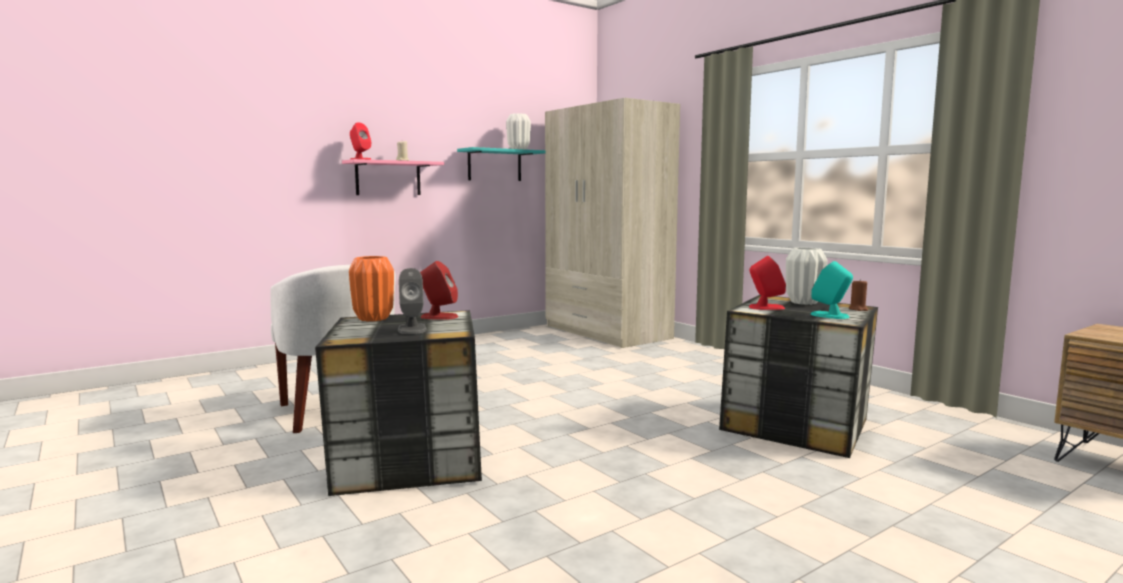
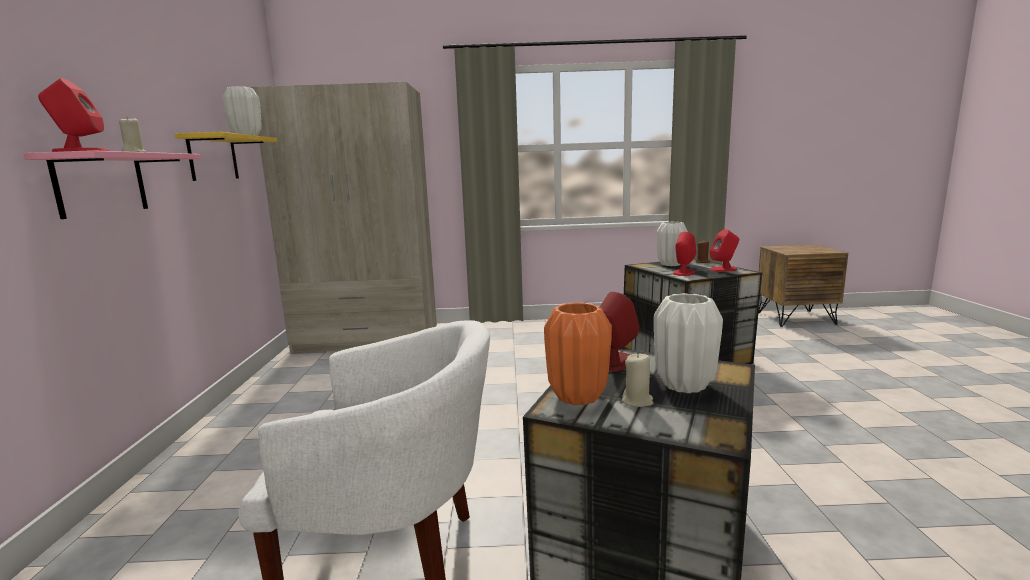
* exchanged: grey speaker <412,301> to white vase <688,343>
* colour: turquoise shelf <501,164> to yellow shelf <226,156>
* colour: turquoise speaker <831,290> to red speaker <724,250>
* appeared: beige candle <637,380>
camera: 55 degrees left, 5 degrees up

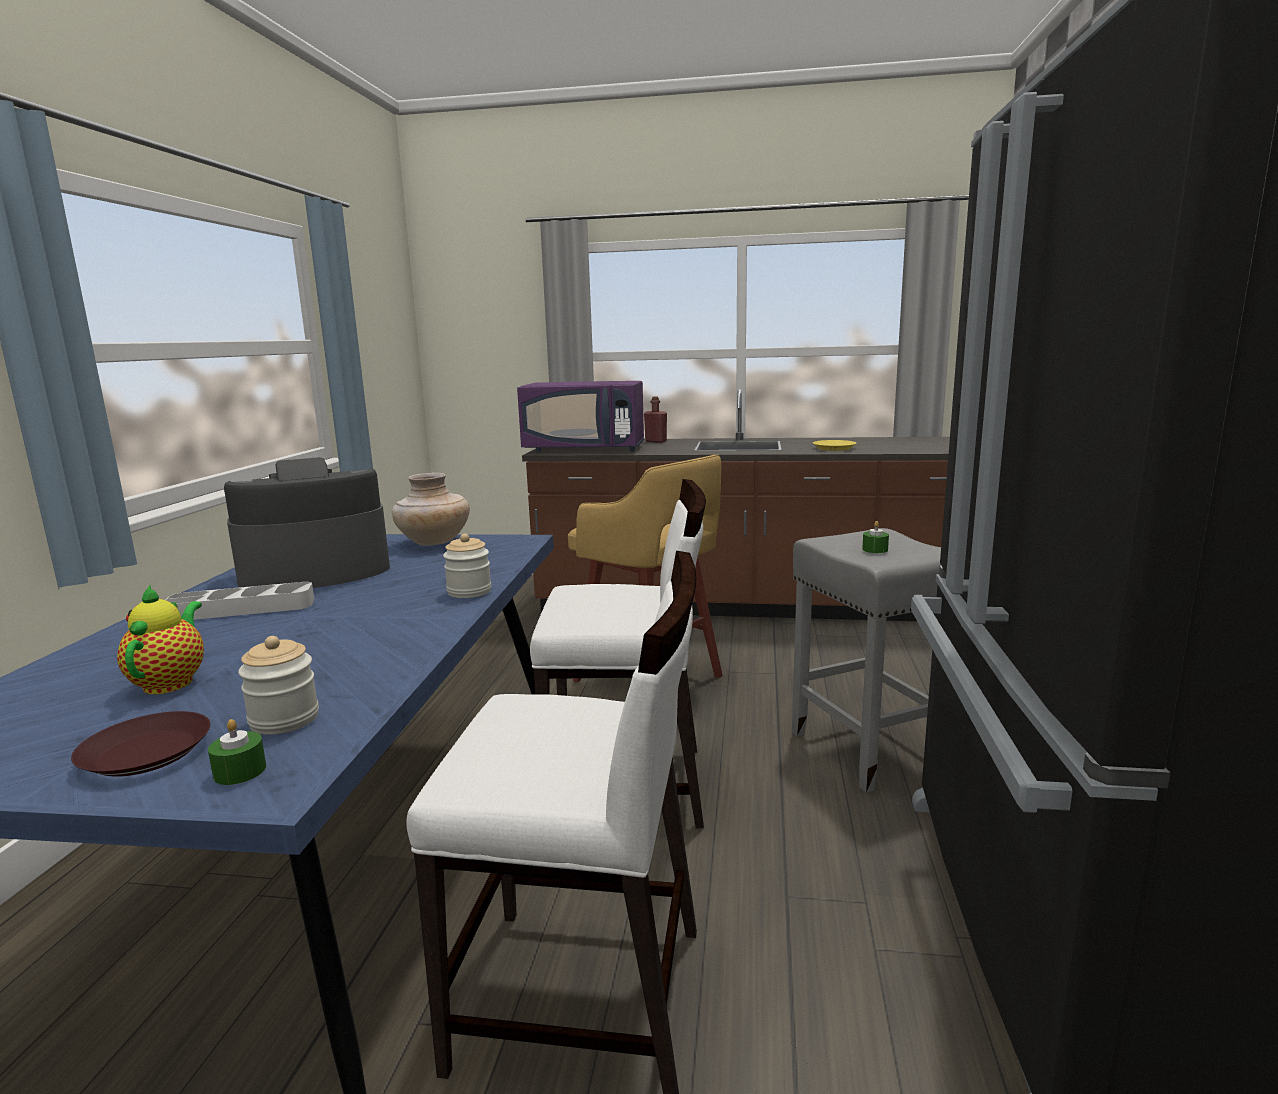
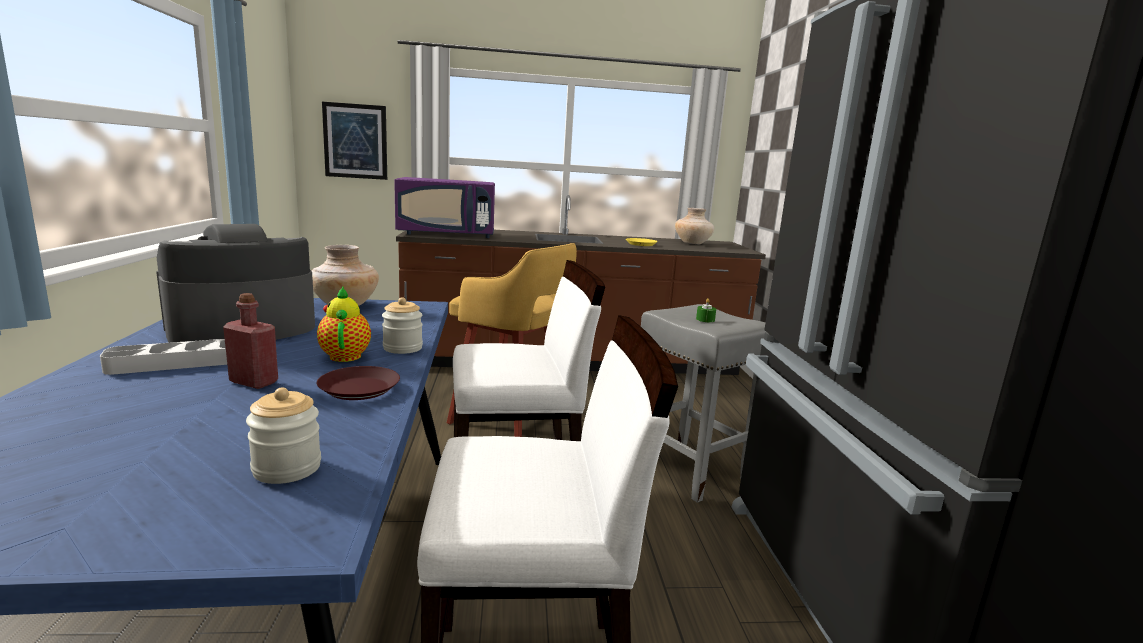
* relocated: brown plate <141,744> to <358,383>
* relocated: teapot <160,639> to <344,324>
* missing: green candle <237,752>
* relocated: red bottle <655,419> to <250,341>
* appeared: picture <354,141>
* appeared: beige vase <694,226>
camera: 15 degrees left, 0 degrees up

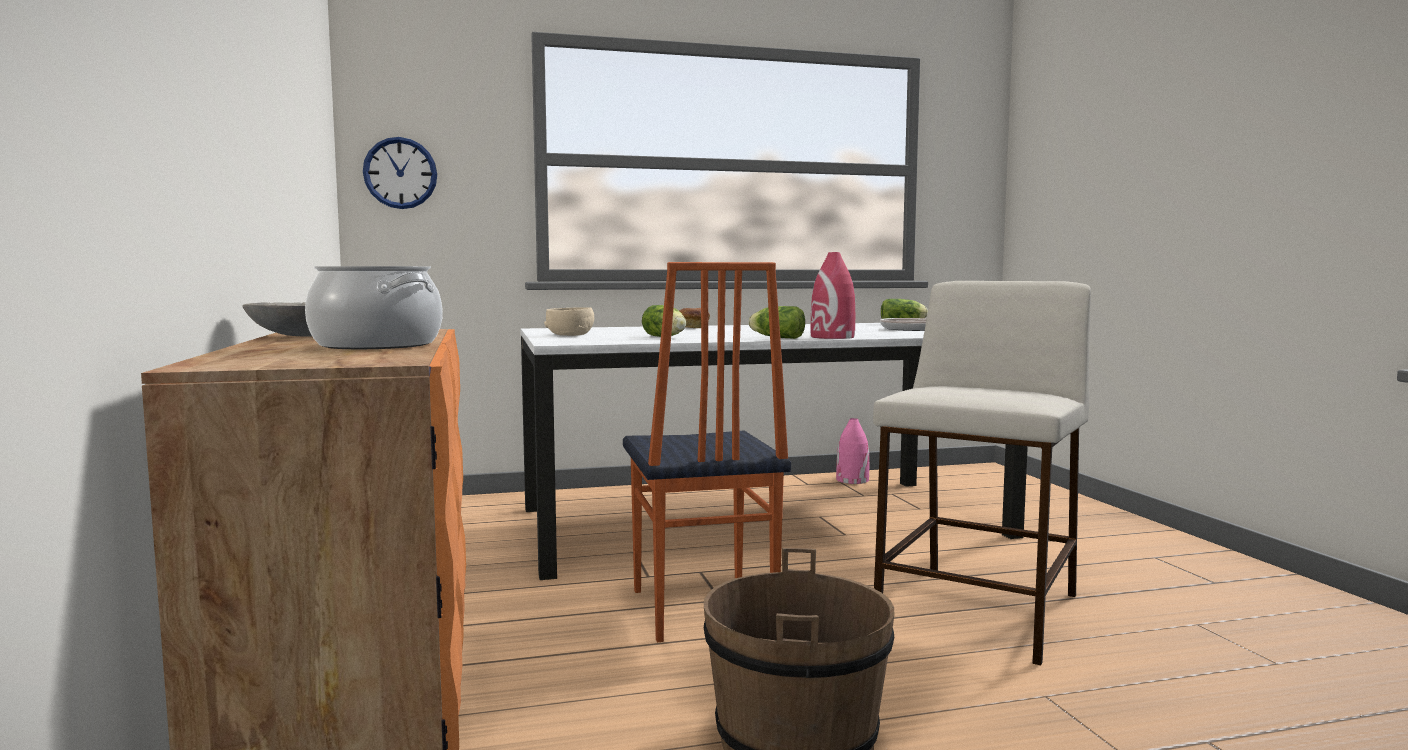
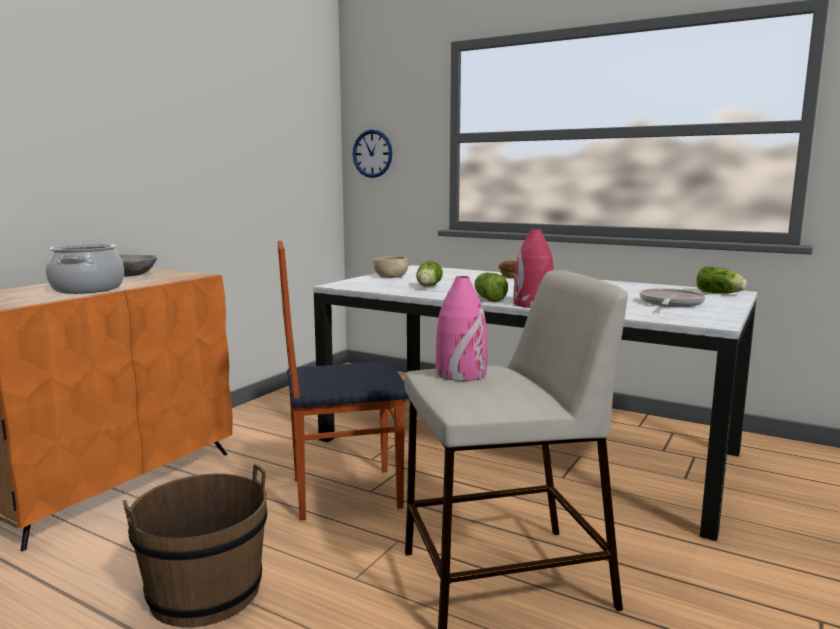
* spun: chair <707,452> = <343,381> 45 degrees clockwise
* relocated: pink vase <852,451> to <461,328>
camera: 45 degrees right, 5 degrees up

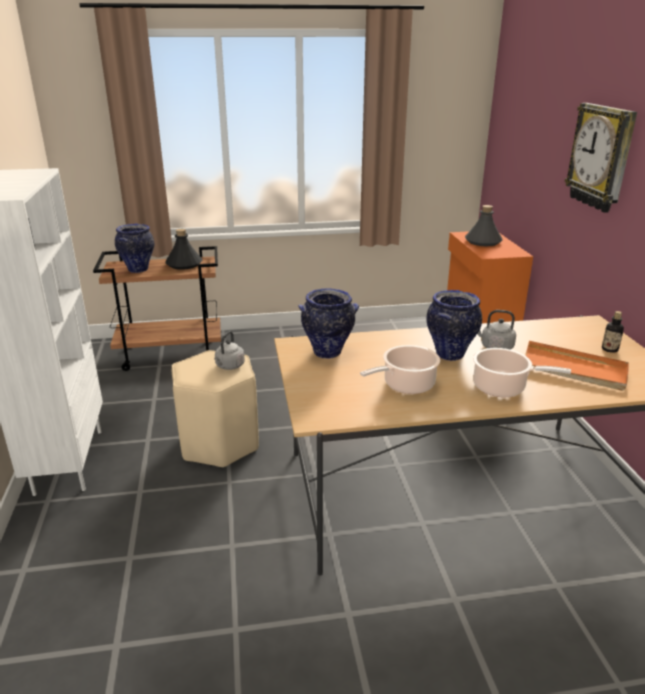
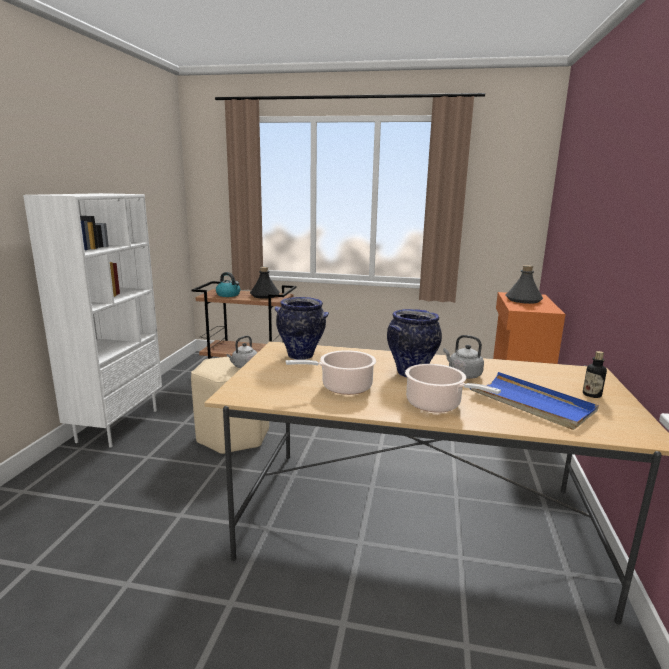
* exchanged: vase <134,248> to kettle <228,284>
* colour: orange tray <577,366> to blue tray <534,401>
* missing: wall clock <601,158>
camera: 20 degrees right, 10 degrees down

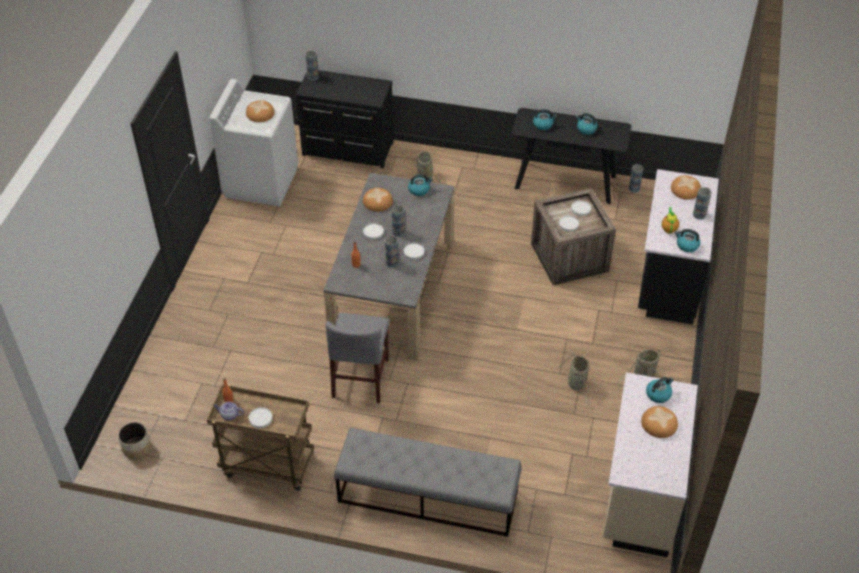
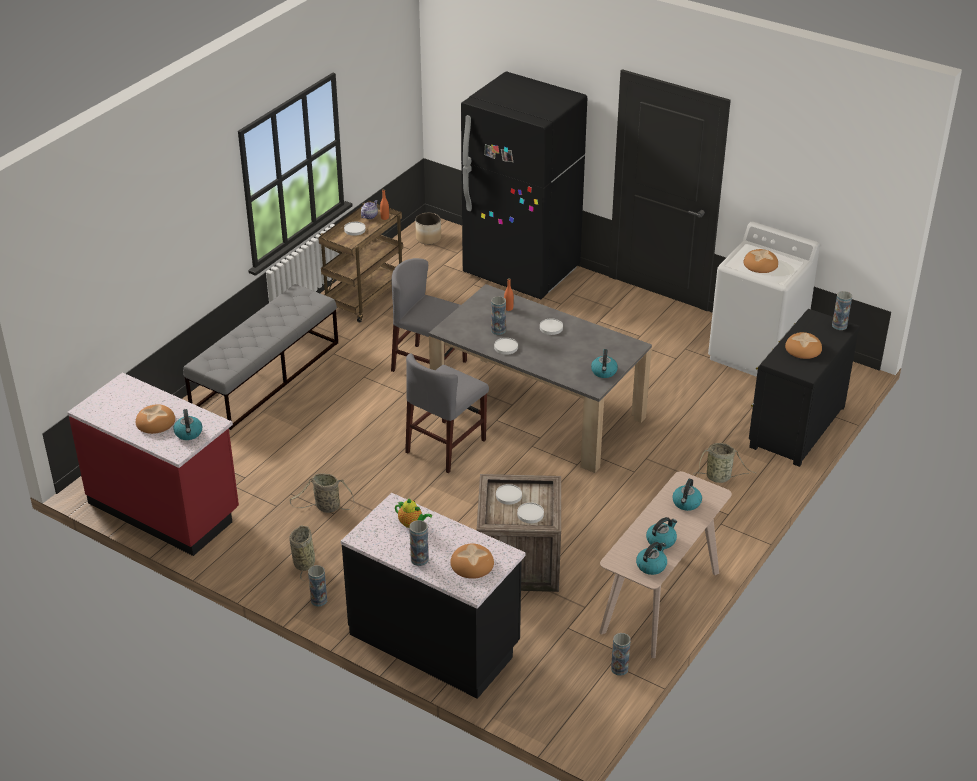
* relocated: bread <378,200> to <803,345>
* relocated: vase <398,221> to <317,586>
* colour: black console table <571,156> to beige console table <665,564>
* colour: beige counter <650,464> to red counter <153,464>
* relocated: kettle <687,240> to <651,558>
* appeared: grey chair <447,413>
* appeared: black fridge <524,185>
camera: 110 degrees right, 10 degrees down

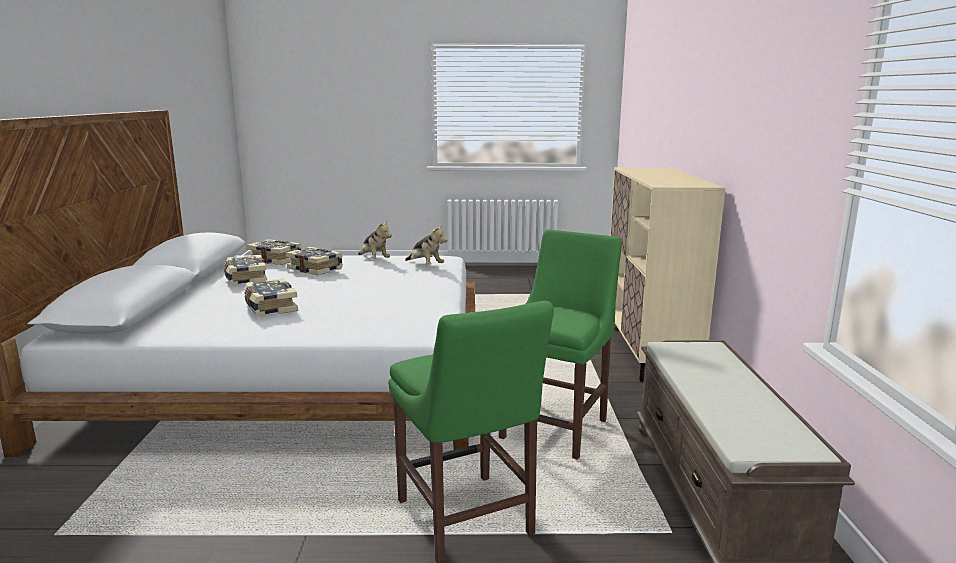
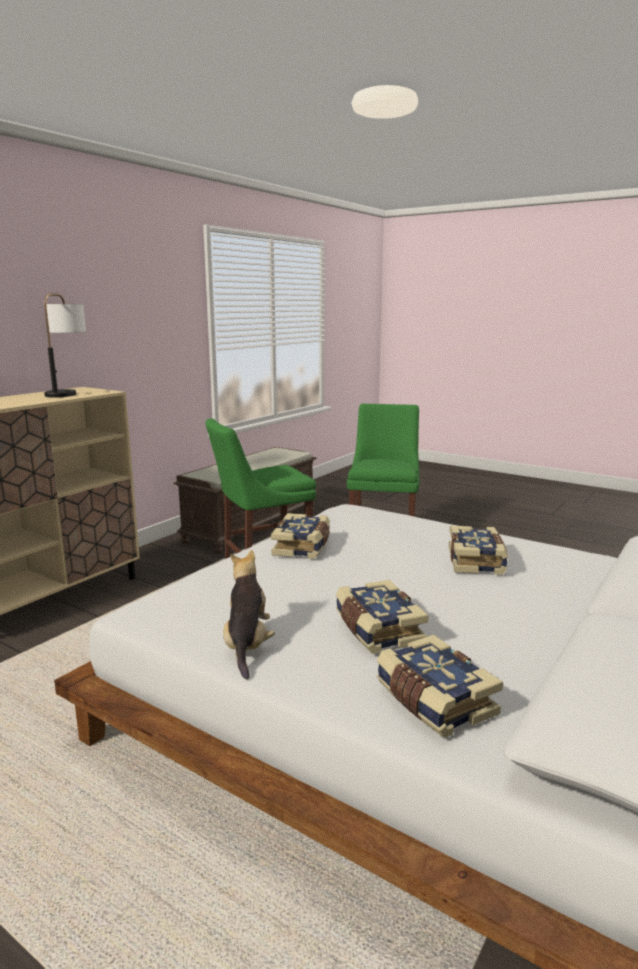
* relocated: book <245,270> to <300,536>
* missing: plush toy <426,244>
* appeared: table lamp <65,345>
camera: 145 degrees left, 0 degrees up

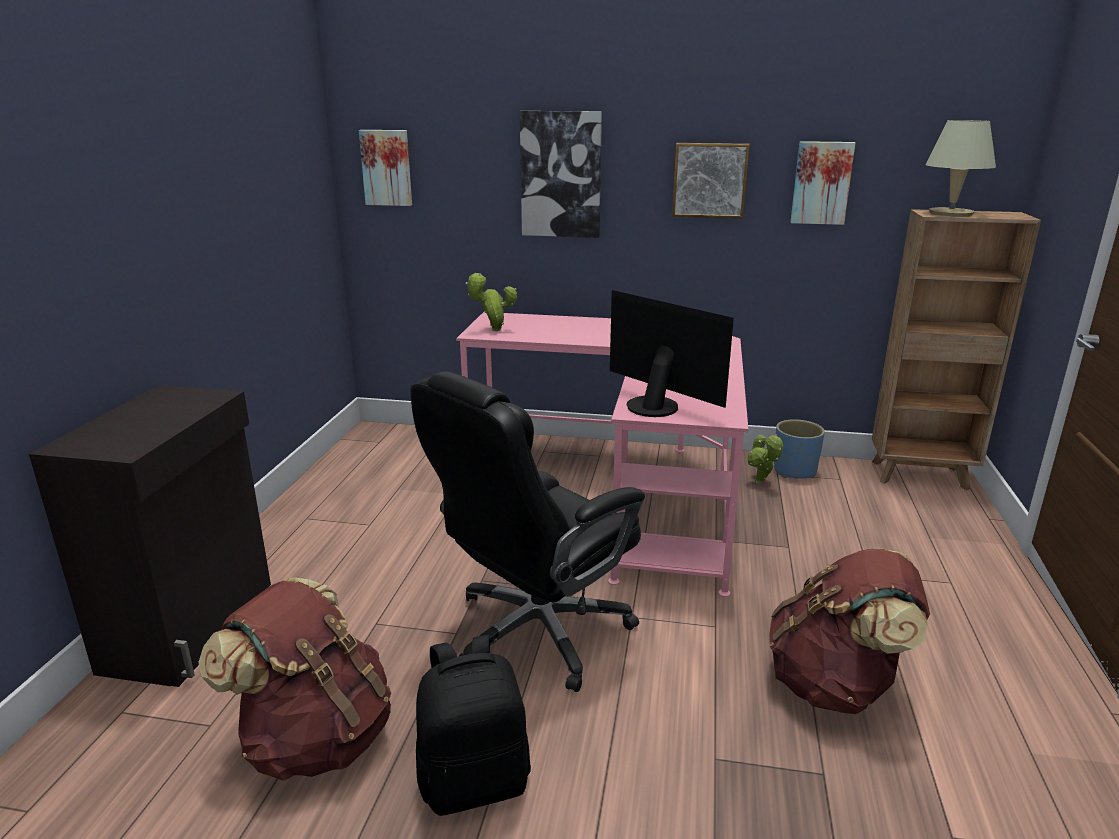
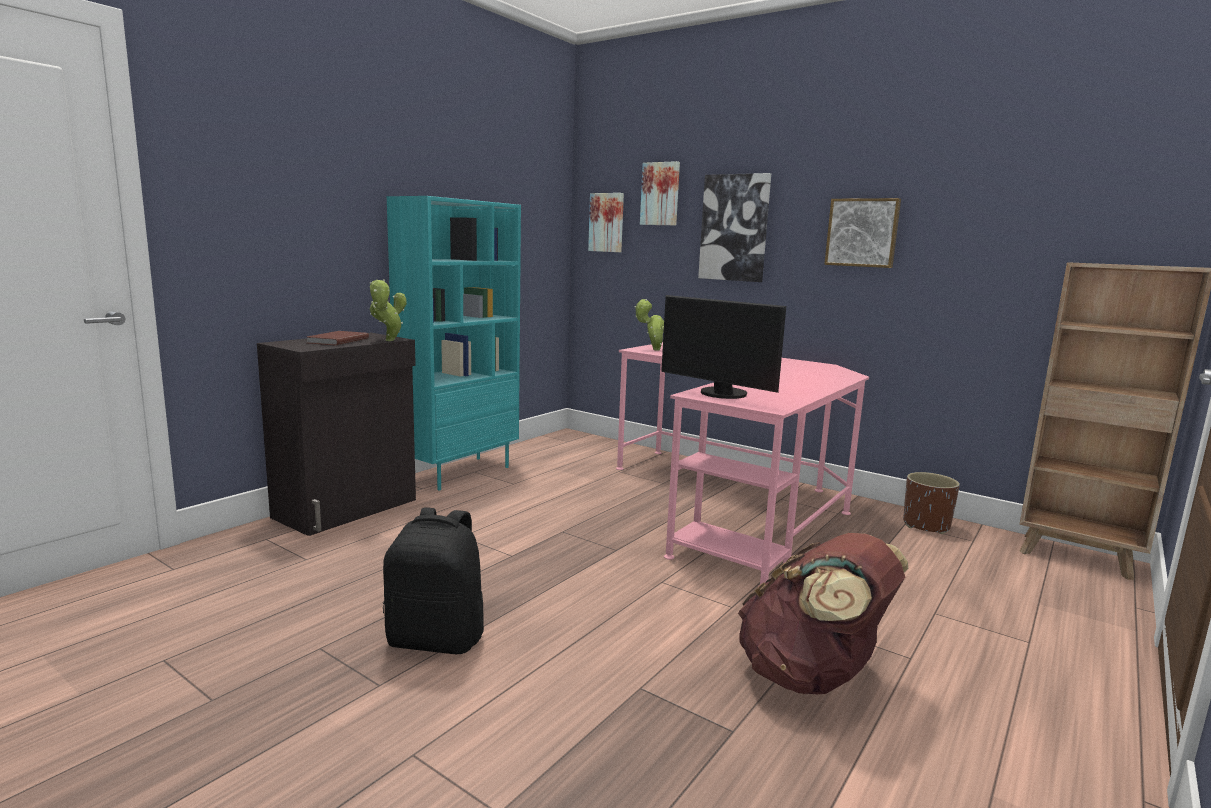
* missing: brown backpack <294,679>
* missing: black office chair <527,531>
* spun: monitor <672,353> = <723,347> 150 degrees clockwise
* relocated: potted plant <765,458> to <388,310>
* colour: blue planter <799,449> to brown planter <931,503>
* relocated: picture <822,183> to <660,193>
* missing: beige table lamp <960,168>
* appeared: brown book <338,338>
* appeared: turquoise bookcase <454,343>
camera: 25 degrees right, 10 degrees down

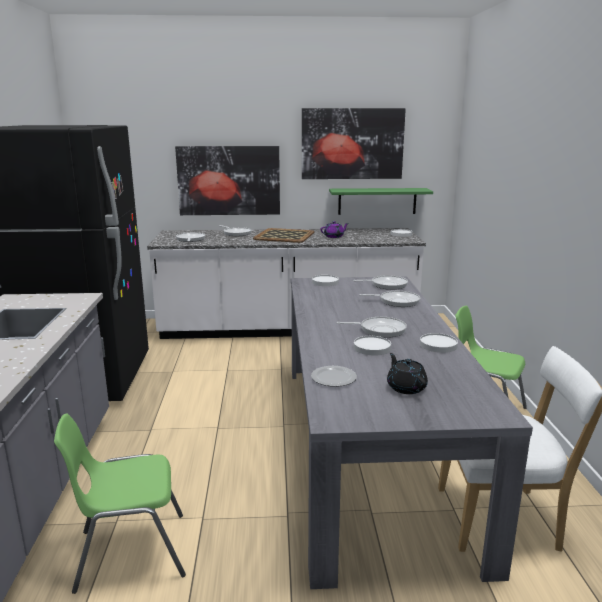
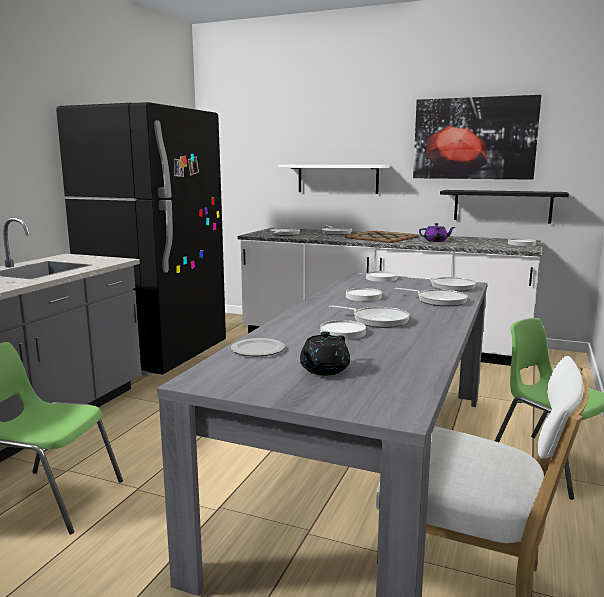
* exchanged: picture <227,180> to white shelf <334,179>
* colour: green shelf <381,201> to black shelf <504,207>
* spun: black teapot <407,373> = <325,353> 150 degrees counterclockwise
* relocated: white plate <439,343> to <364,294>
camera: 25 degrees right, 5 degrees down

